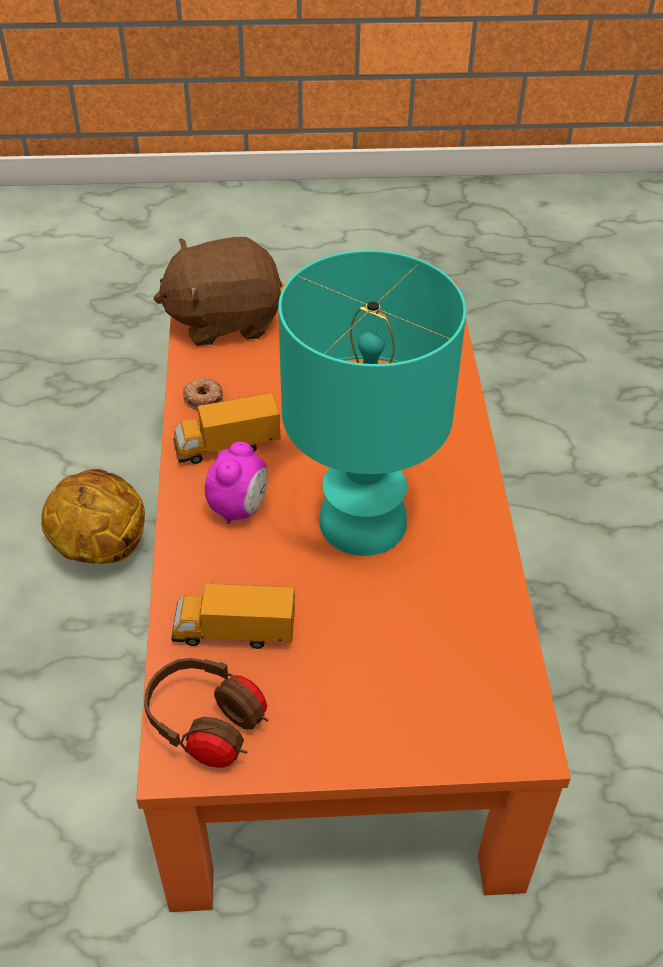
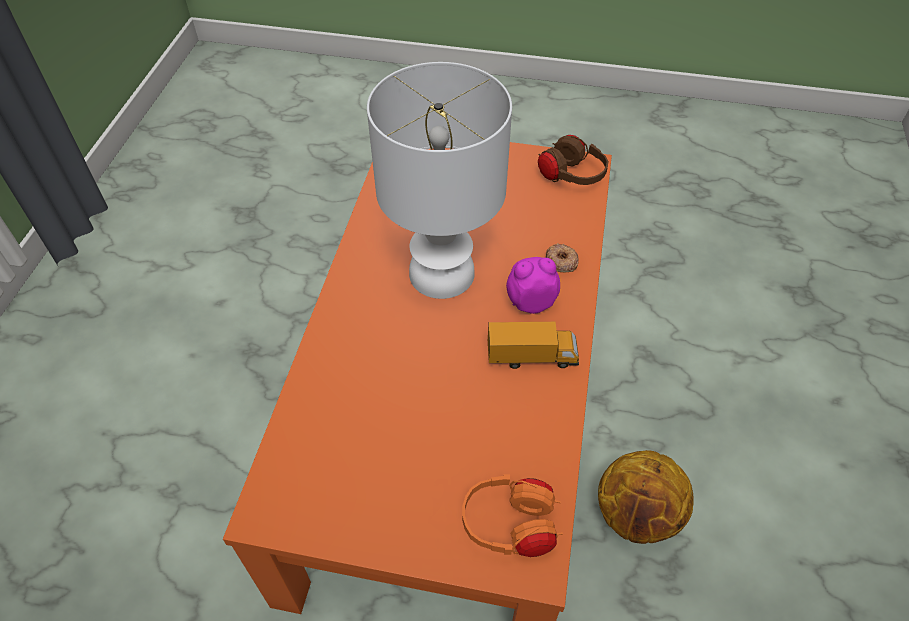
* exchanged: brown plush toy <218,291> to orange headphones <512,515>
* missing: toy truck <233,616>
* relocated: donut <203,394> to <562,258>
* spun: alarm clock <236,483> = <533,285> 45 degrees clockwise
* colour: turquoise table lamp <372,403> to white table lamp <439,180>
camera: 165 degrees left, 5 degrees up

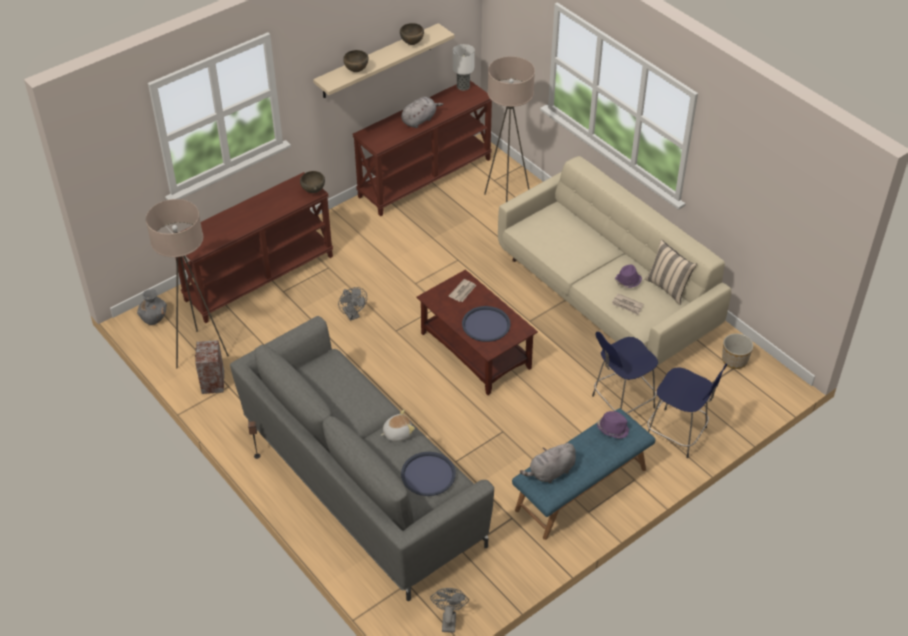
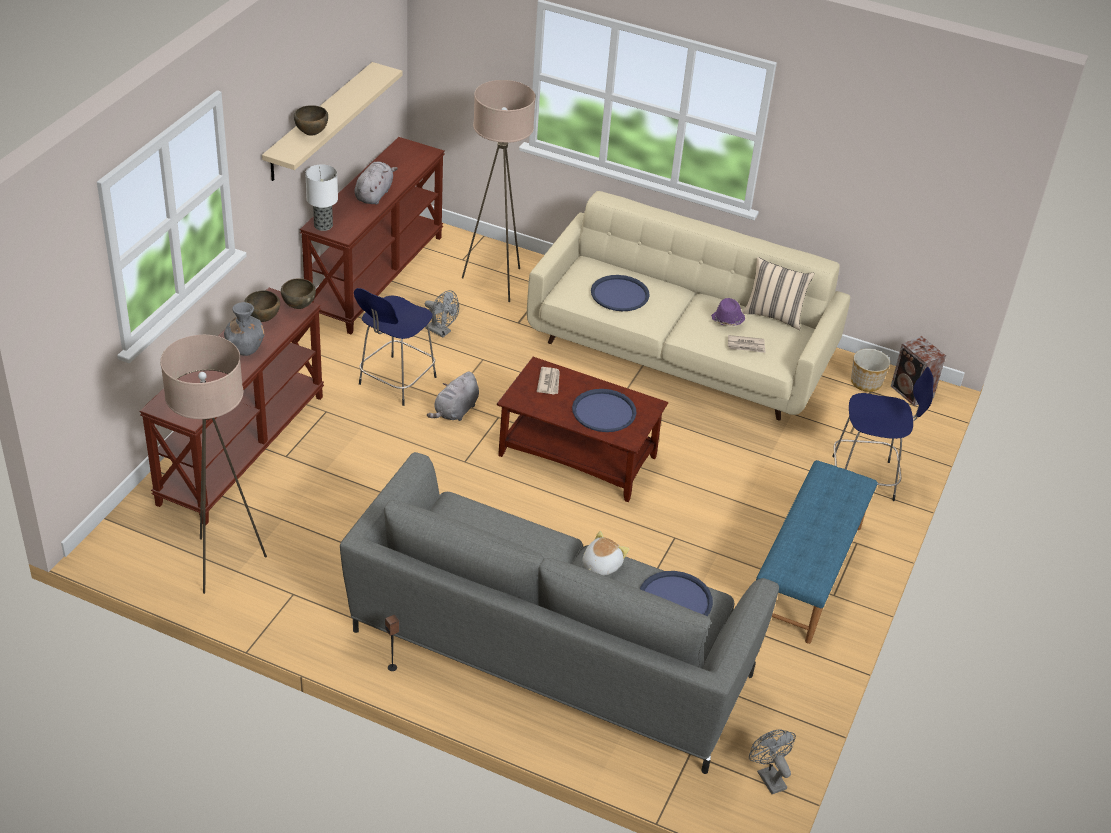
* relocated: grey vase <152,307> to <244,329>
* relocated: speaker <209,367> to <918,371>
* relocated: grey fan <352,304> to <442,313>
* relocated: brown bowl <412,34> to <262,306>
* relocated: table lamp <464,67> to <321,197>
* relocated: grey plush toy <548,462> to <453,396>
* relocated: blue stool <625,372> to <395,347>
* missing: purple hat <613,425>
* appeared: blue tray <620,293>
camera: 30 degrees left, 5 degrees down

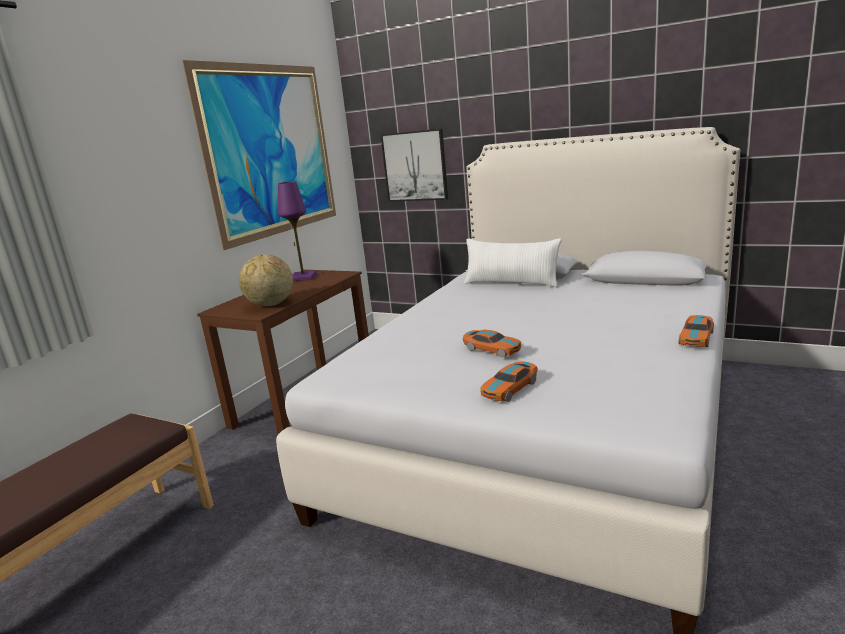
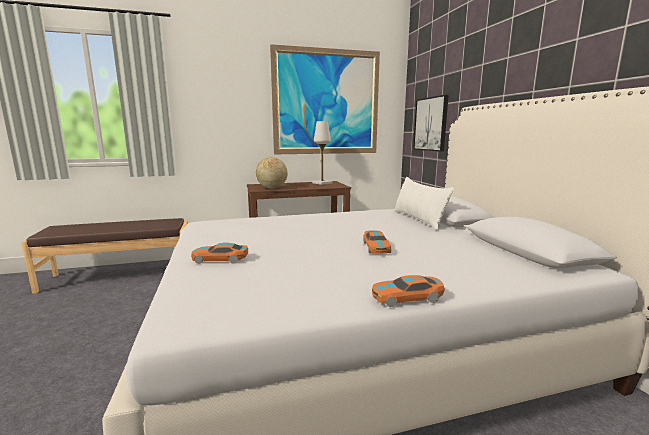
* colour: purple table lamp <297,231> to white table lamp <322,153>
* relocated: toy car <492,344> to <377,242>
camera: 45 degrees right, 5 degrees down

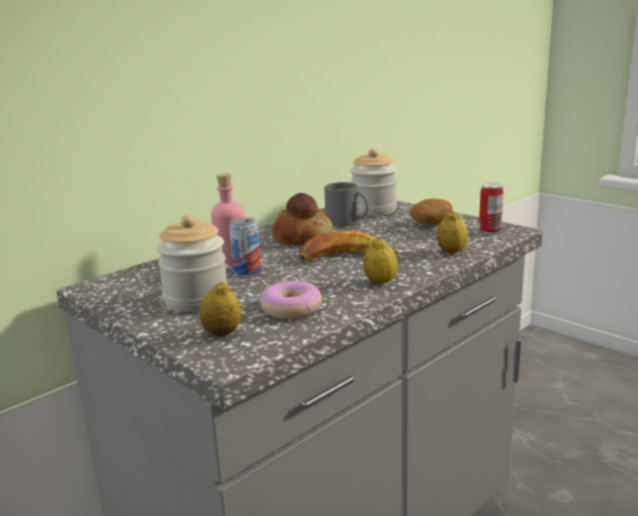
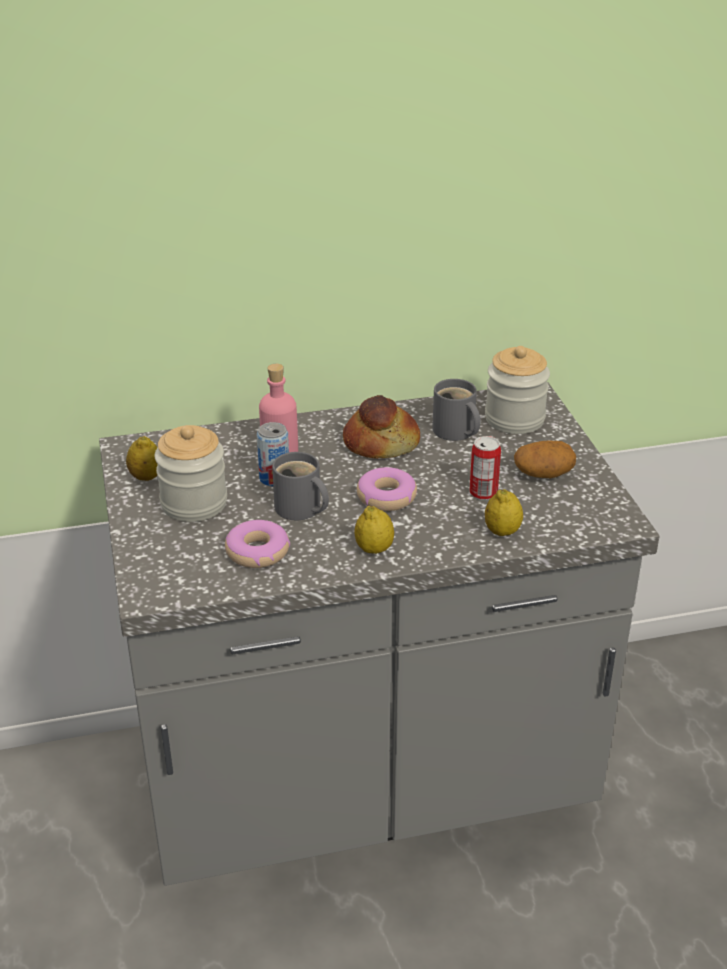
* relocated: lemon <220,308> to <142,458>
* exchanged: banana <350,245> to donut <387,489>
* relocated: can <491,208> to <485,468>
* appeared: grey mug <300,486>
camera: 30 degrees right, 15 degrees up

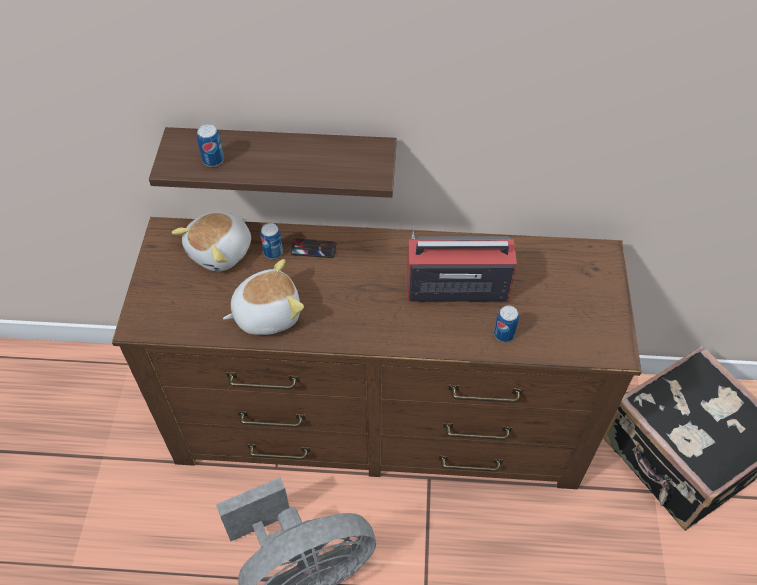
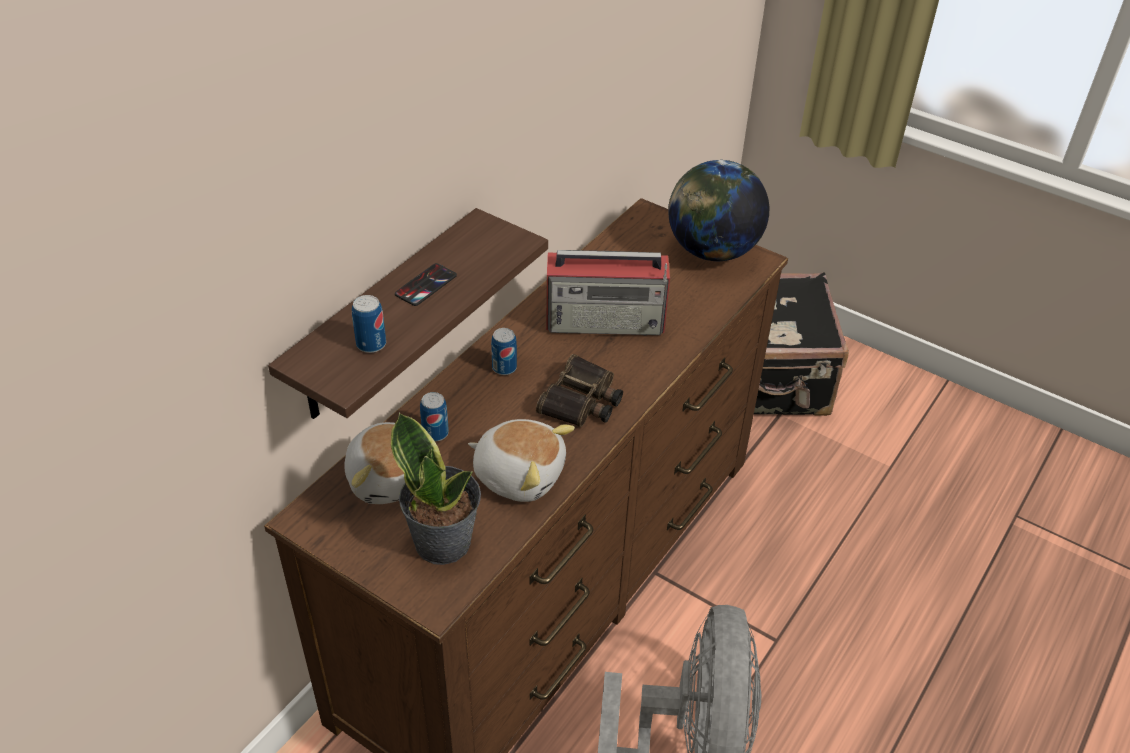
* spun: plush toy <263,297> = <521,460> 105 degrees clockwise
* relocated: phone <313,248> to <426,284>
* spun: radio <462,264> = <608,293> 120 degrees counterclockwise
* relocated: can <506,323> to <504,351>
* appeared: potted plant <436,488>
* appeared: binoculars <579,390>
* appeared: globe <718,210>
camera: 60 degrees left, 10 degrees down

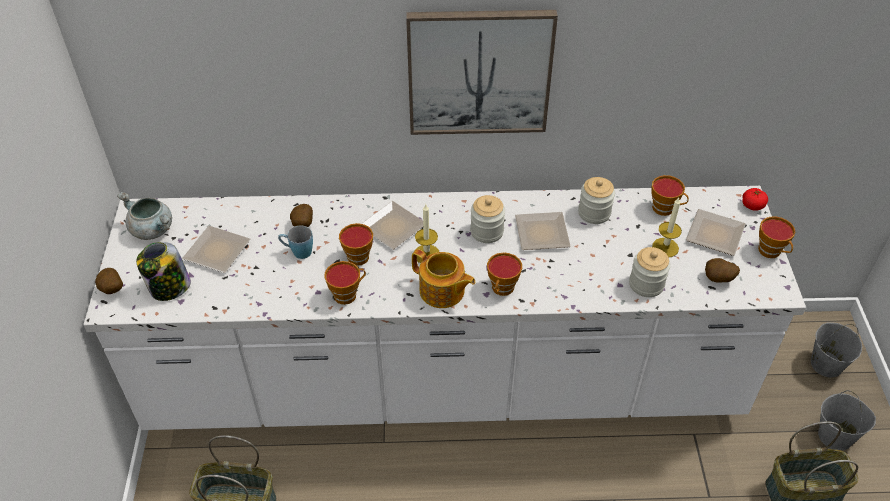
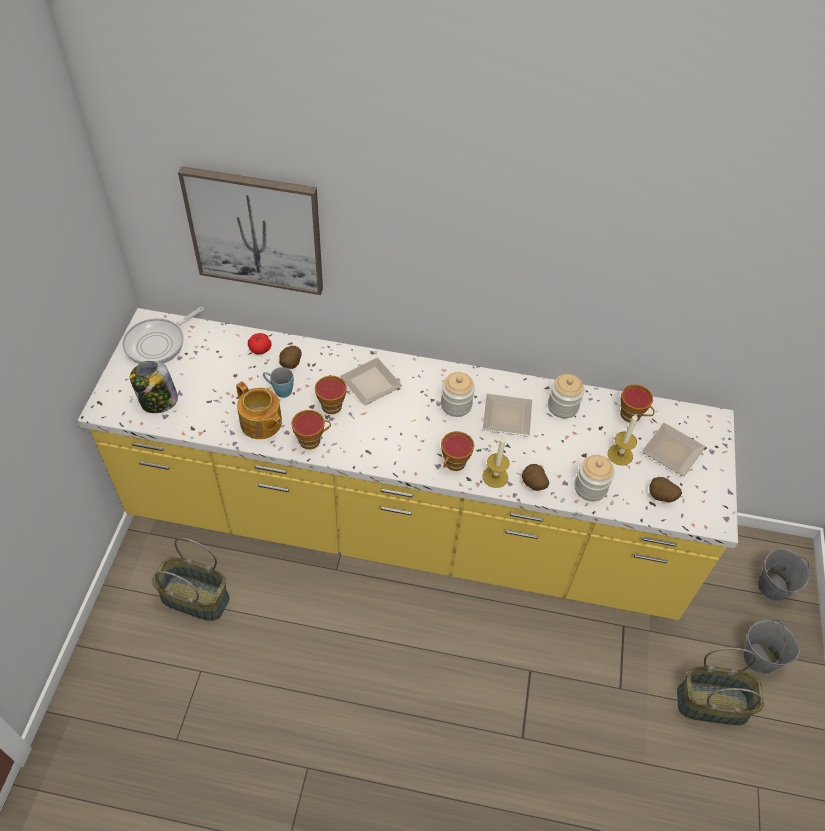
* colour: white counter <444,308> to yellow counter <407,464>
* relocated: potato <109,281> to <535,477>
* exchanged: grey cooking pot <144,216> to frying pan <163,335>
* missing: plate <216,249>
* relocated: picture <482,72> to <250,230>
* relocated: teapot <443,278> to <259,410>
* relocated: candle <427,234> to <496,462>
* relocated: tomato <755,199> to <259,343>
* missing: cup <776,237>
camera: 10 degrees right, 5 degrees up

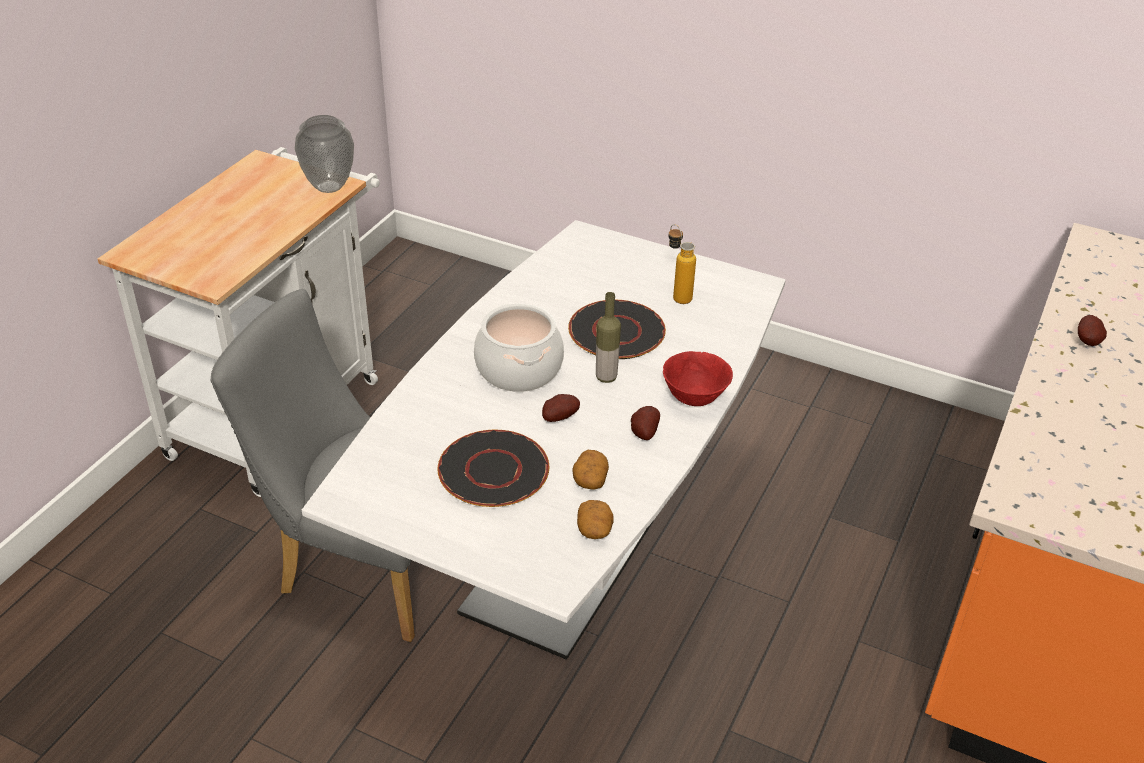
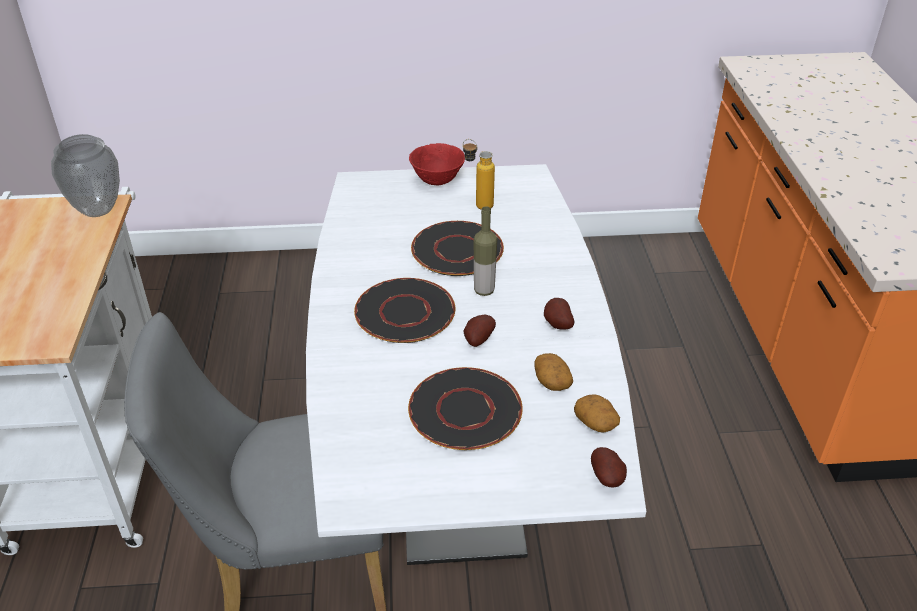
* exchanged: cooking pot <519,347> to black plate <404,310>
* relocated: red bowl <698,378> to <437,164>
* relocated: potato <1092,330> to <609,467>
camera: 30 degrees left, 0 degrees up

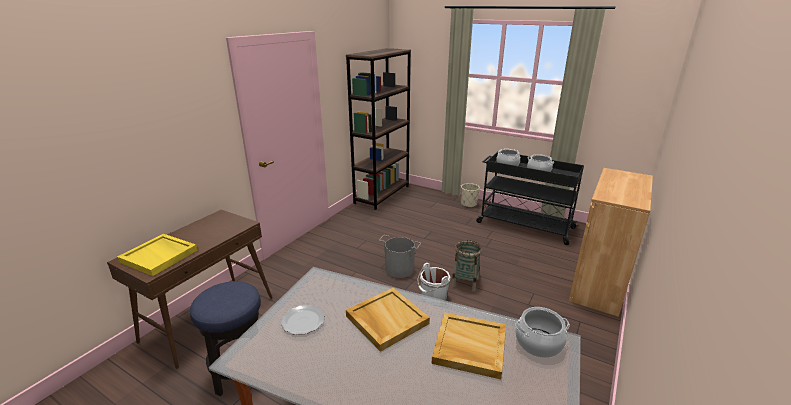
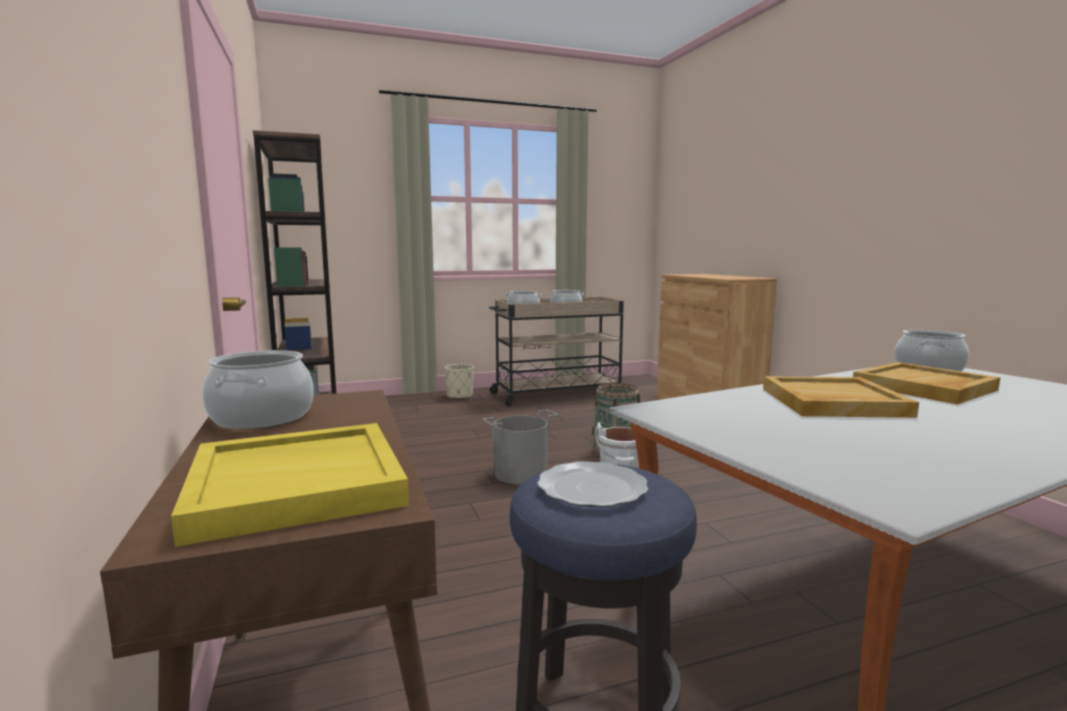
* relocated: plate <303,320> to <592,484>
* colour: black cart <530,198> to beige cart <556,351>
* appeared: cooking pot <258,389>
camera: 50 degrees left, 15 degrees down

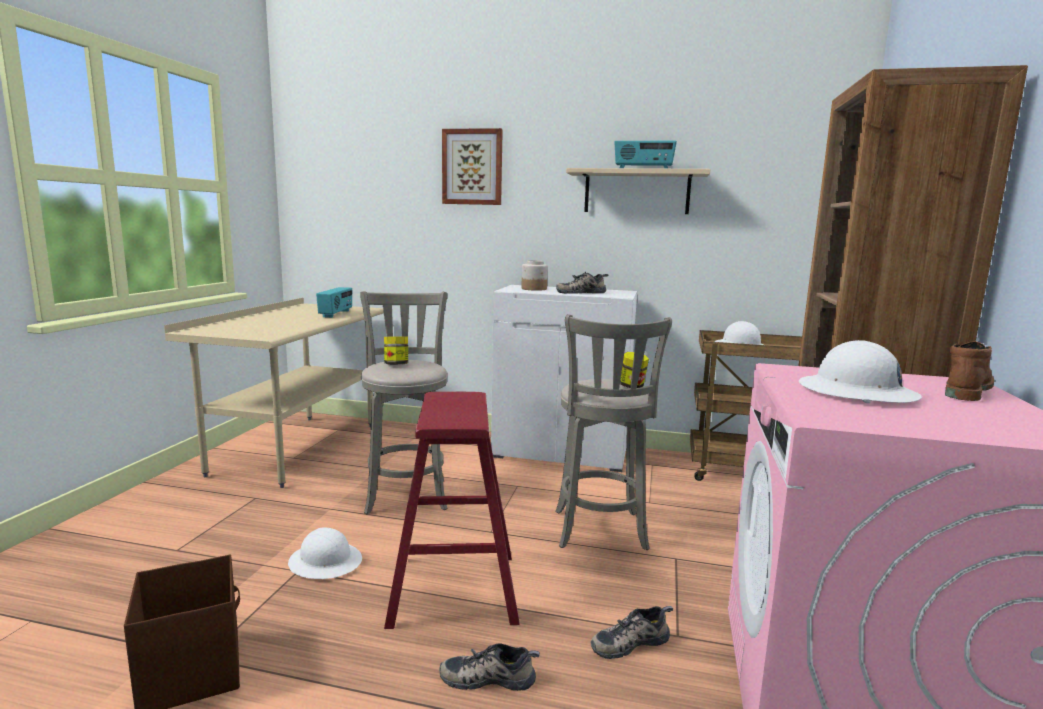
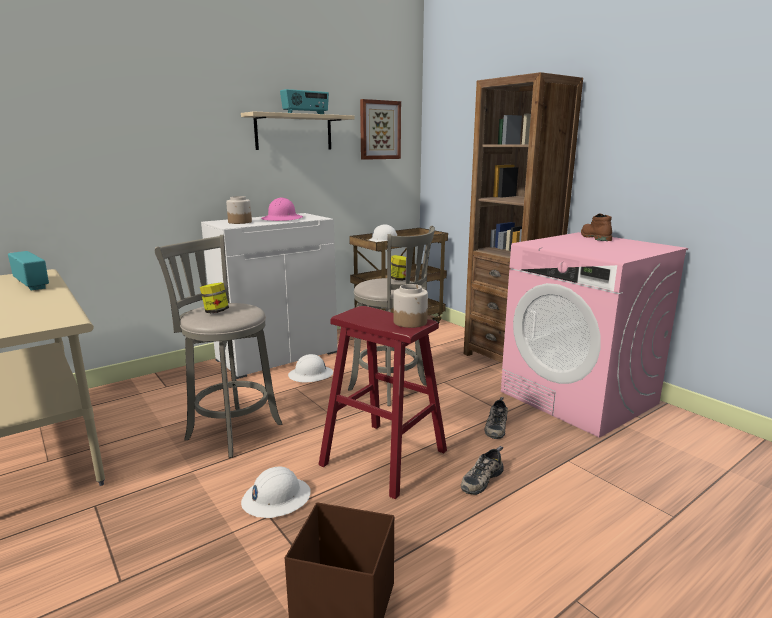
* relocated: picture <472,166> to <380,129>
* exchanged: shoe <582,283> to pink hard hat <282,209>
* relocated: white hard hat <860,371> to <310,368>
* appeared: jar <410,306>
camera: 50 degrees left, 5 degrees up

